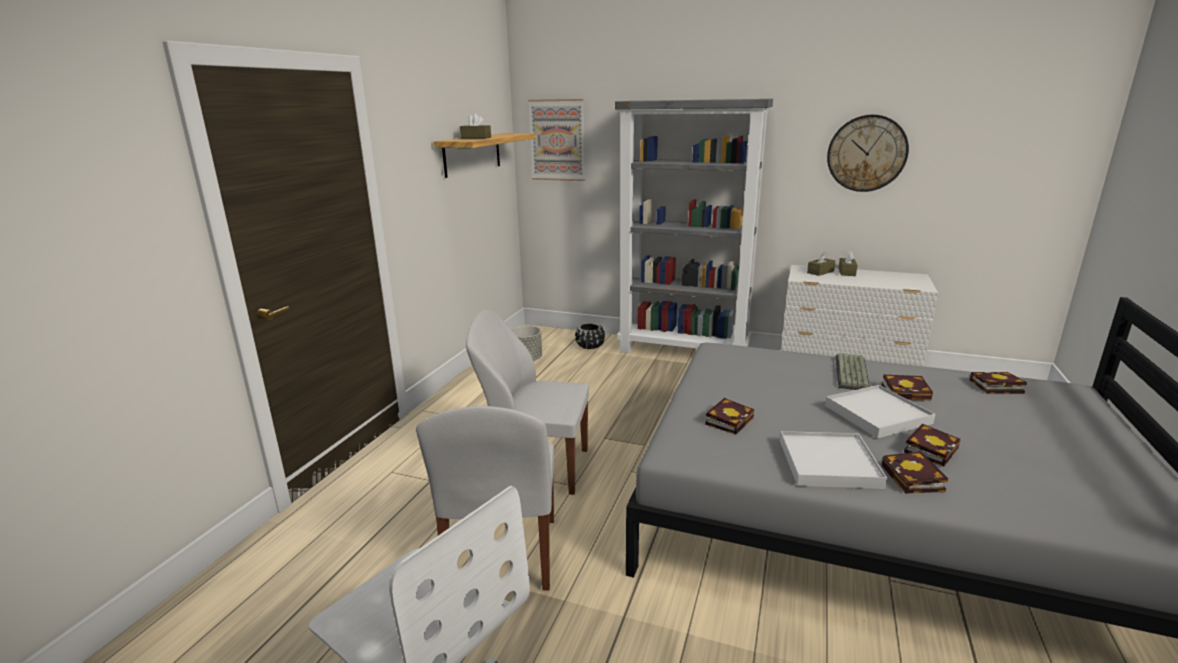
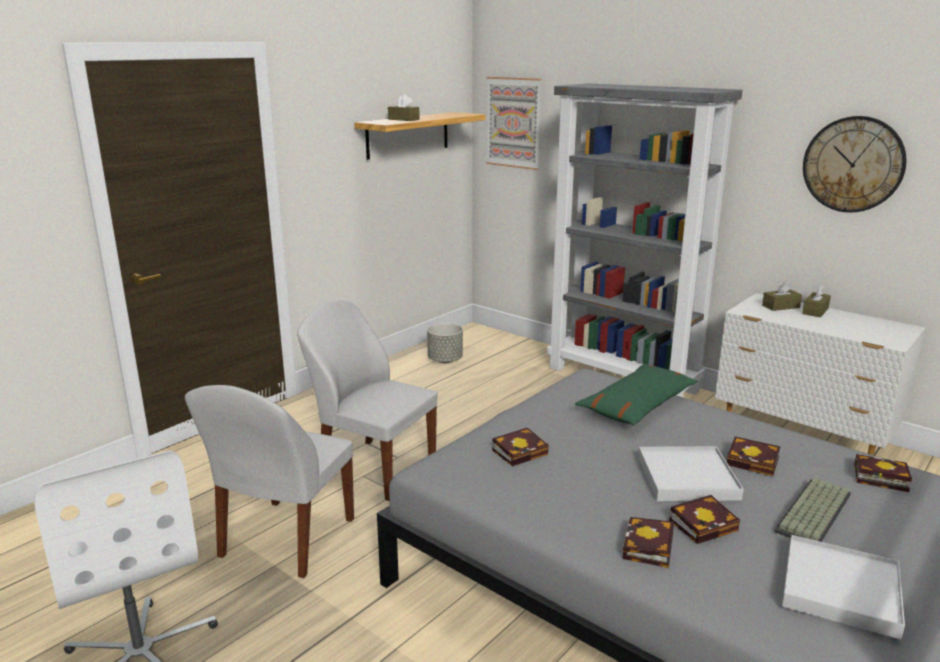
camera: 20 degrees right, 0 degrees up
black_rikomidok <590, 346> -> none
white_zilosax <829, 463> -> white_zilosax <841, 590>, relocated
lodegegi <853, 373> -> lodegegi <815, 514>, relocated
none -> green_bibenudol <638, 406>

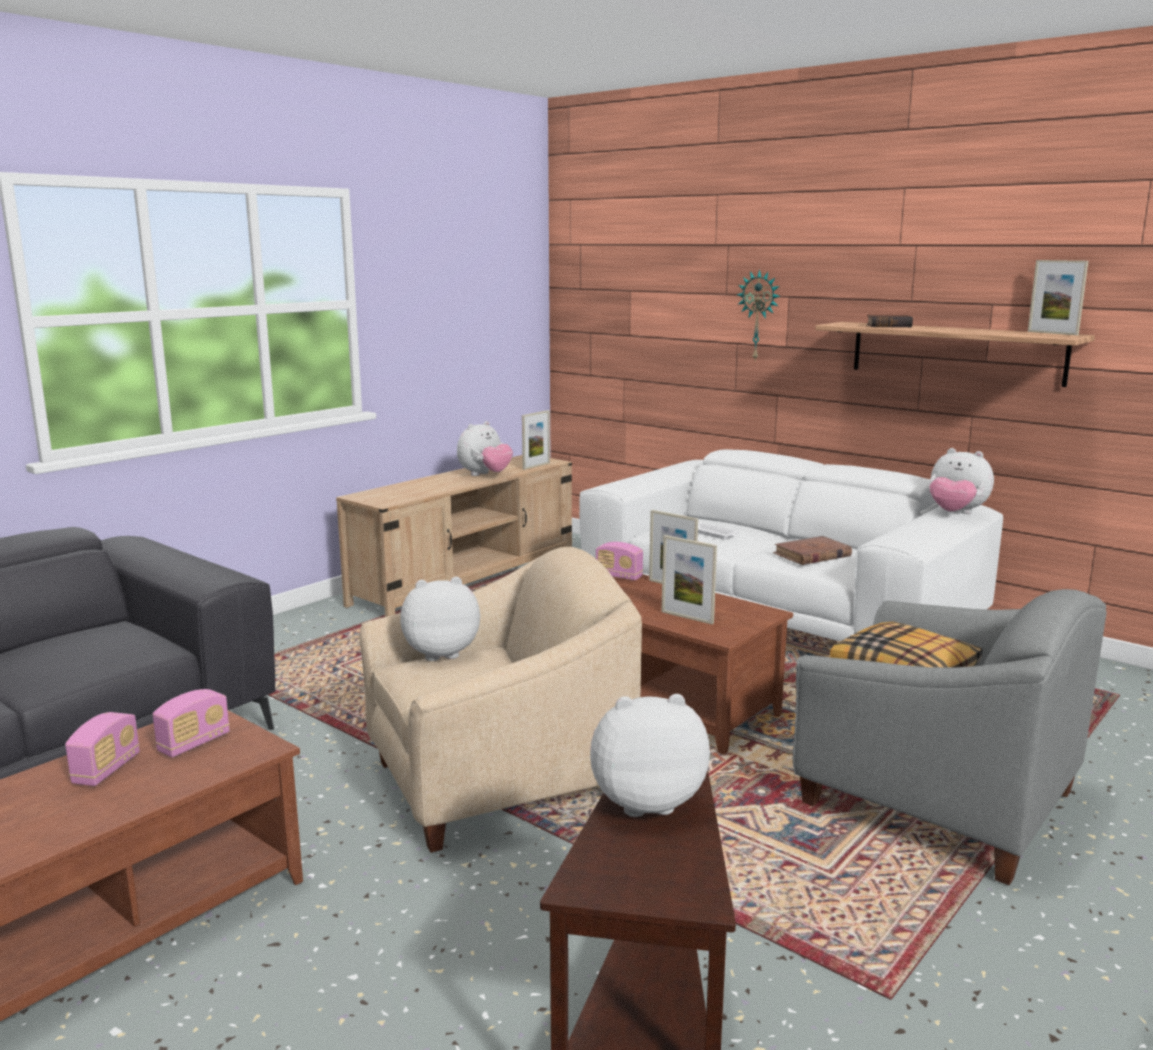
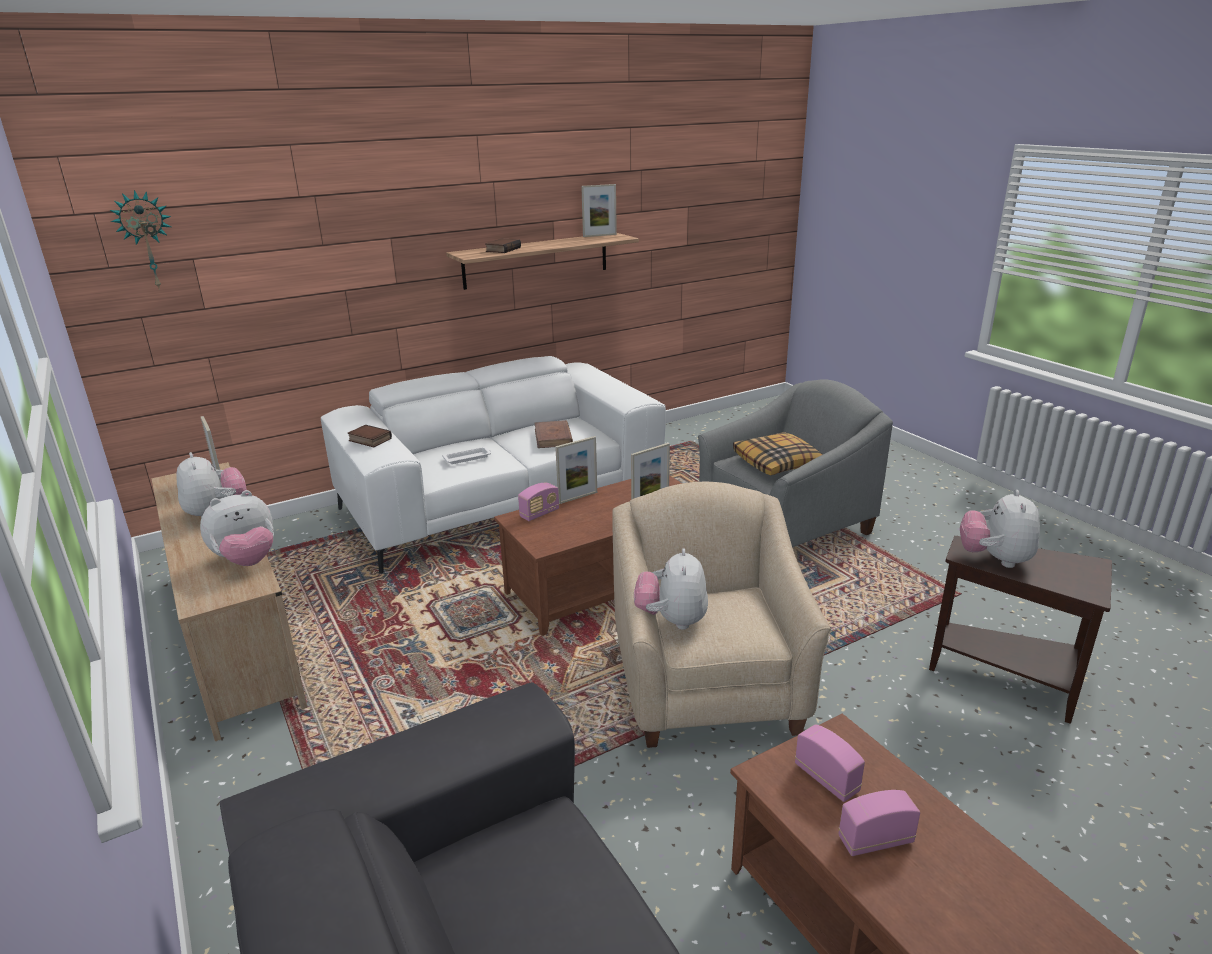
camera: 70 degrees left, 10 degrees up
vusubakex <107, 770> -> vusubakex <875, 840>, 45 degrees counterclockwise
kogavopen <759, 315> -> kogavopen <146, 240>, relocated
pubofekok <955, 513> -> pubofekok <247, 561>, relocated
none -> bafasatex <369, 440>

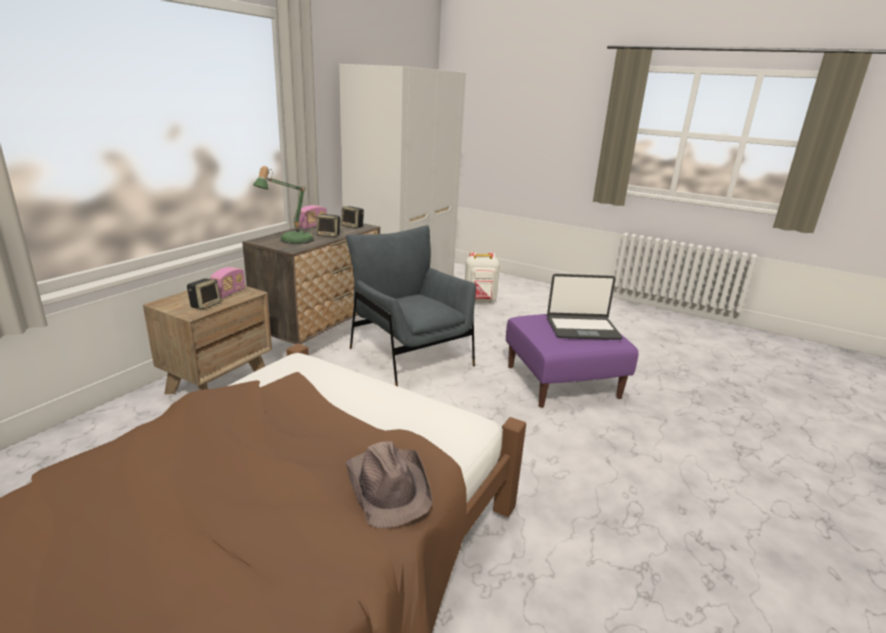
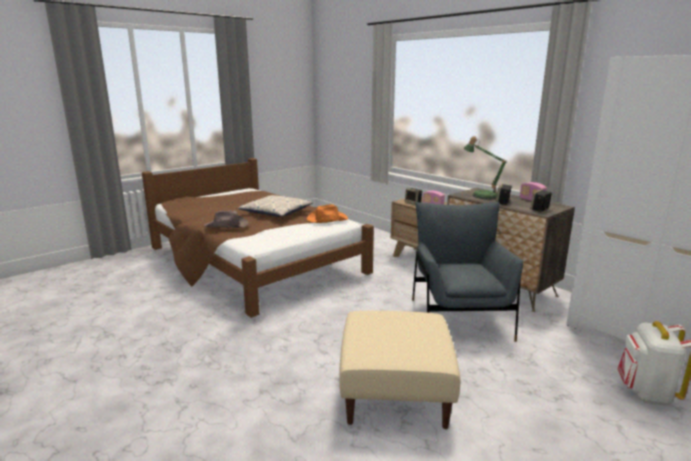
camera: 110 degrees right, 5 degrees down
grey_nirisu <410, 356> -> grey_nirisu <459, 318>, 75 degrees counterclockwise
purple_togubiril <562, 381> -> beige_togubiril <396, 393>
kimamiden <582, 329> -> none
none -> bibenudol <276, 212>
none -> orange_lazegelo <326, 219>

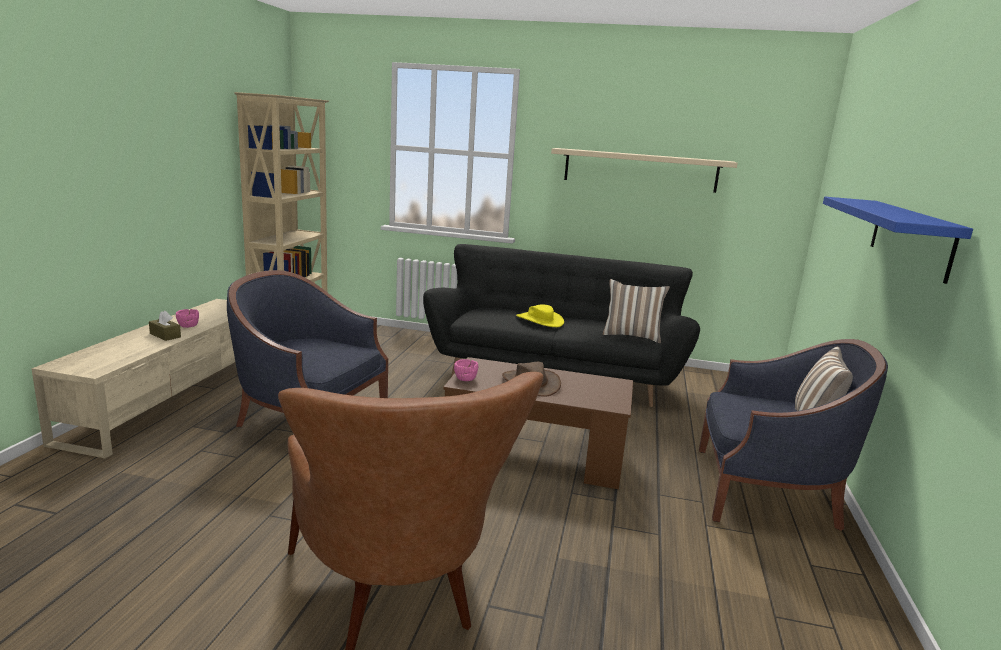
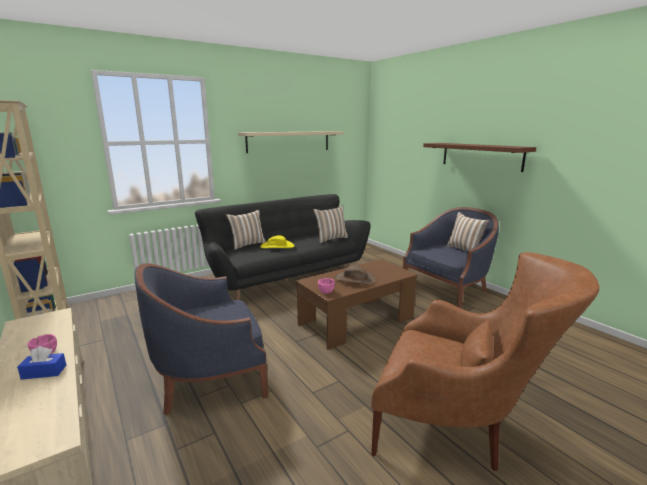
camera: 45 degrees left, 0 degrees up
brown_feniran <165, 335> -> blue_feniran <44, 372>
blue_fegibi <910, 237> -> brown_fegibi <481, 156>
none -> bibenudol <247, 245>

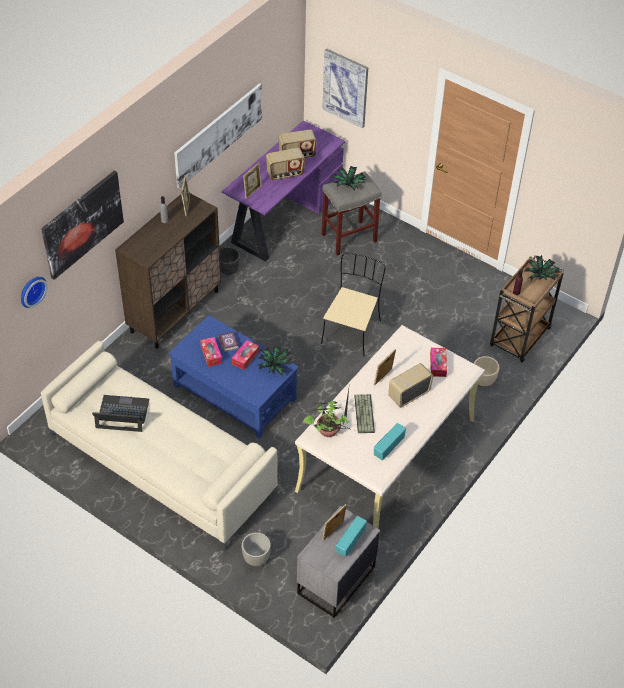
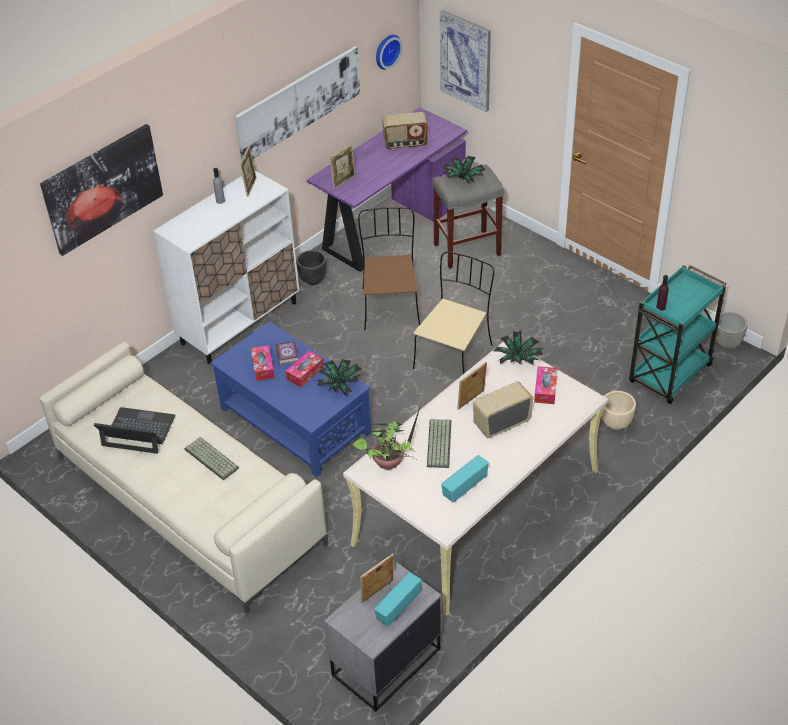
camera: 10 degrees right, 5 degrees down
kogavopen <31, 290> -> kogavopen <386, 51>, relocated
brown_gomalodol <175, 311> -> white_gomalodol <240, 322>
grey_rikomidok <256, 558> -> grey_rikomidok <726, 343>, relocated
vusubakex <285, 174> -> none
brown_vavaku <519, 338> -> turquoise_vavaku <669, 375>
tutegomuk <540, 276> -> tutegomuk <518, 360>, relocated
none -> lodegegi <210, 459>
none -> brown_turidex <390, 306>

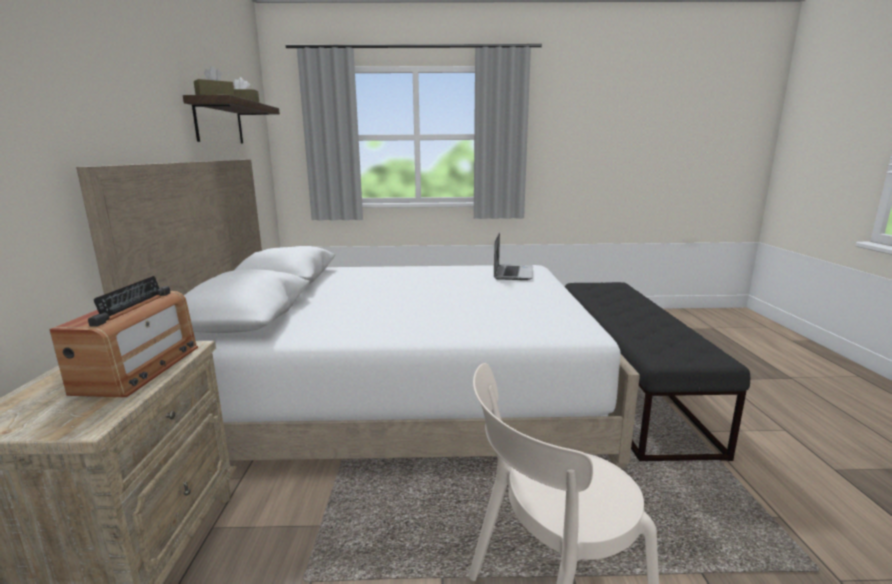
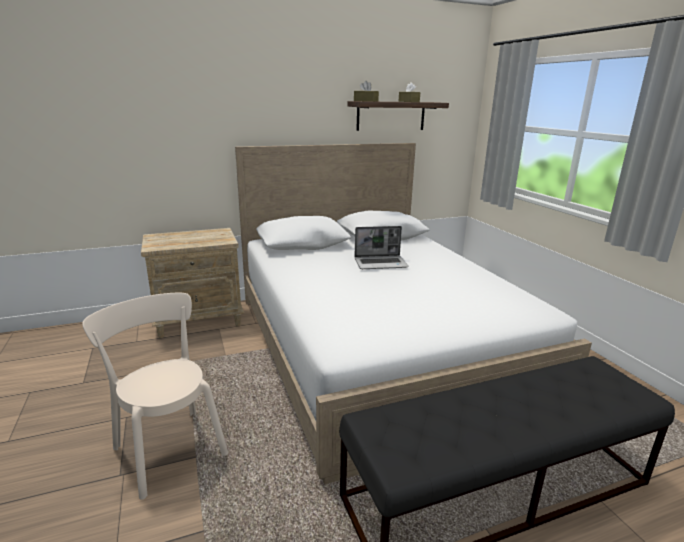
camera: 70 degrees right, 5 degrees up
vusubakex <139, 369> -> none
kimamiden <513, 273> -> kimamiden <381, 263>, relocated

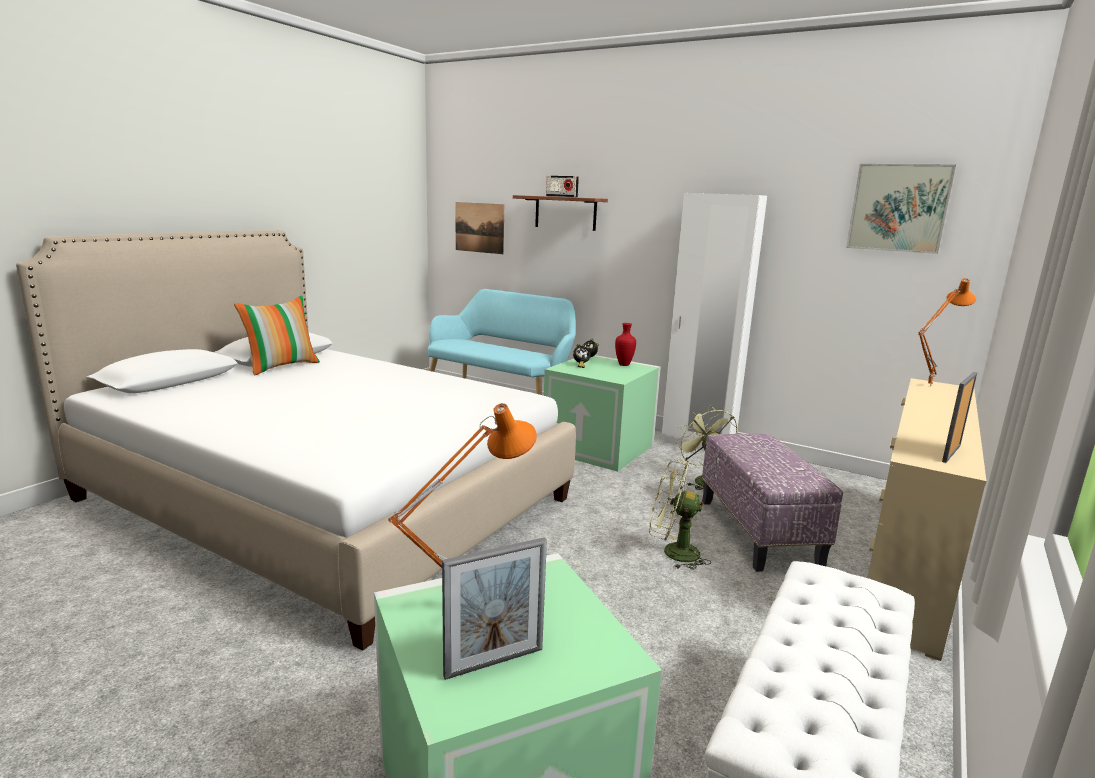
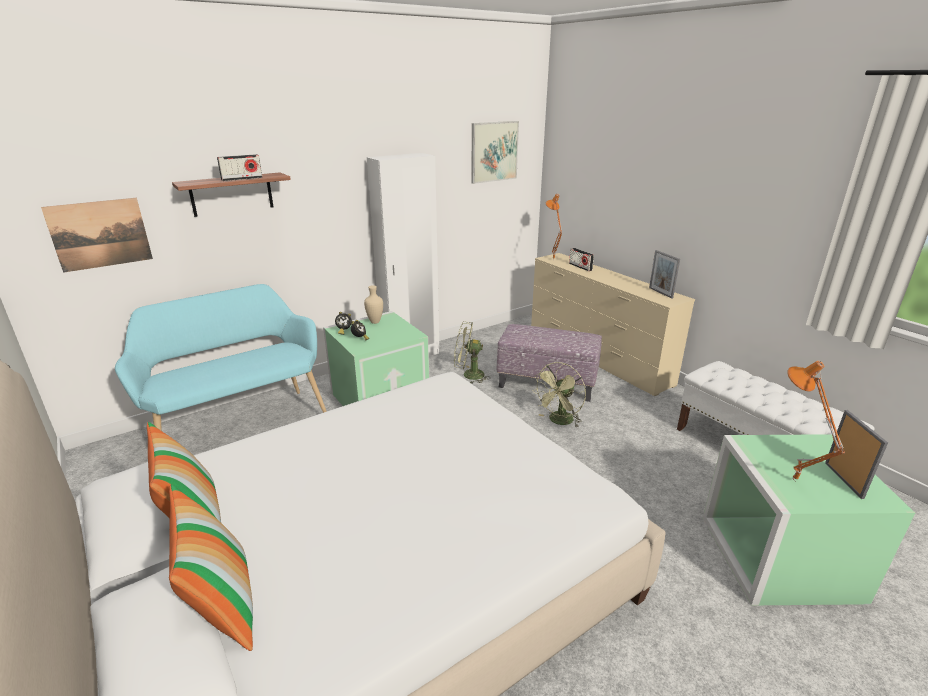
camera: 65 degrees left, 10 degrees up
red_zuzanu <623, 365> -> beige_zuzanu <375, 322>
none -> bibenudol <222, 606>
none -> vusubakex <580, 267>

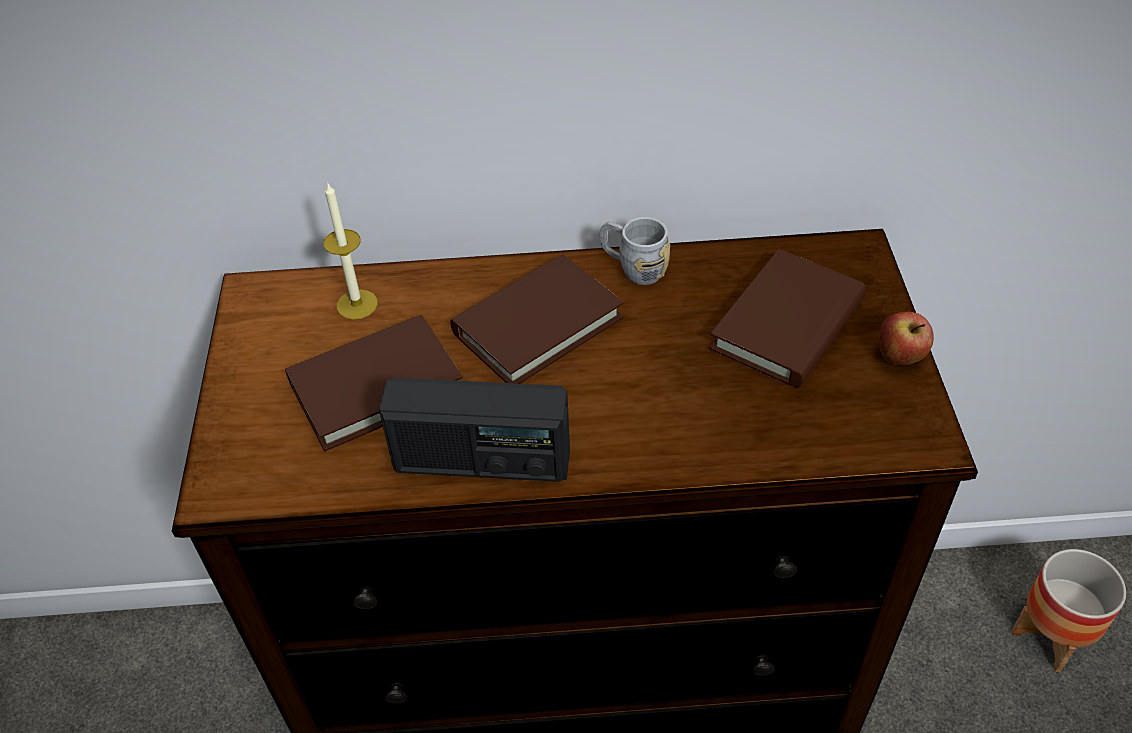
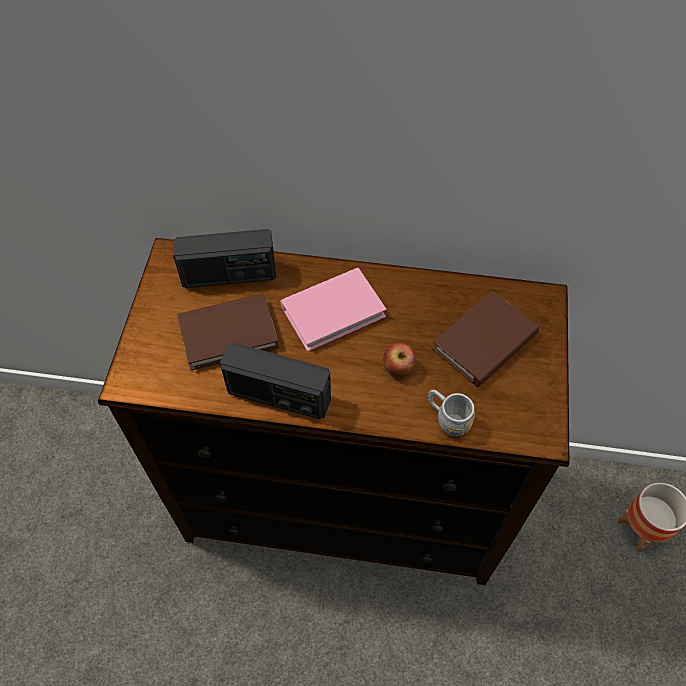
camera: 10 degrees right, 10 degrees up
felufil <357, 304> -> vusubakex <229, 275>
brown_bafasatex <537, 325> -> pink_bafasatex <333, 311>
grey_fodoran <633, 268> -> grey_fodoran <447, 419>, relocated
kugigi <900, 358> -> kugigi <398, 368>, relocated

